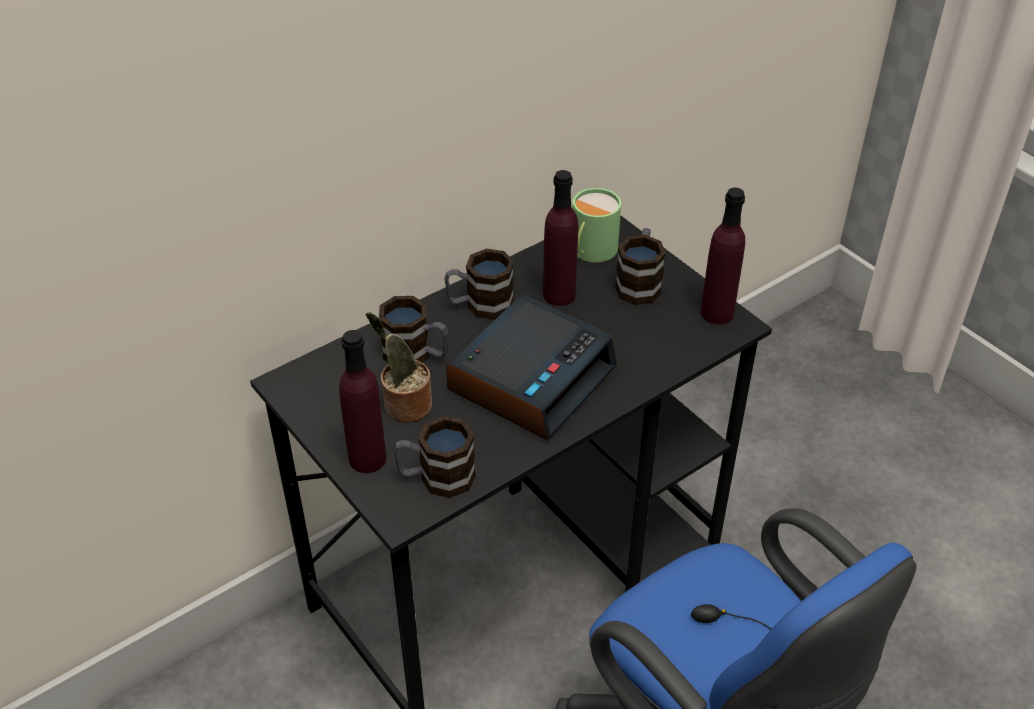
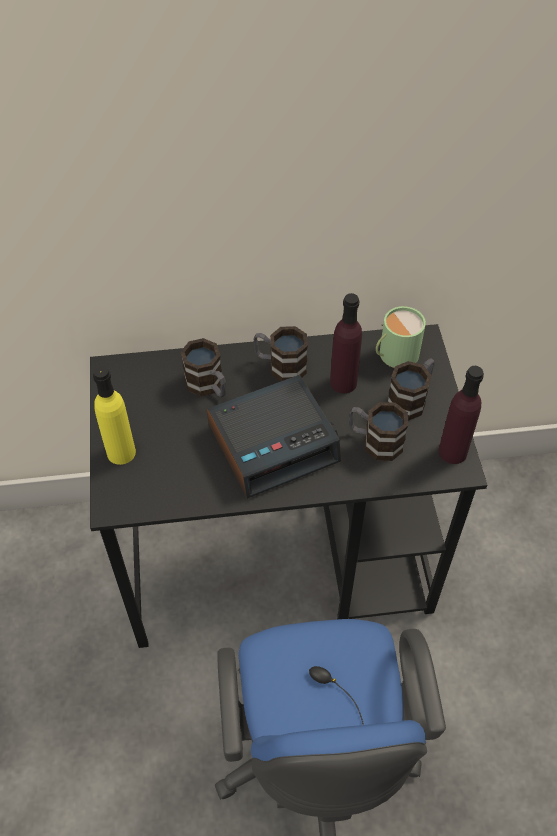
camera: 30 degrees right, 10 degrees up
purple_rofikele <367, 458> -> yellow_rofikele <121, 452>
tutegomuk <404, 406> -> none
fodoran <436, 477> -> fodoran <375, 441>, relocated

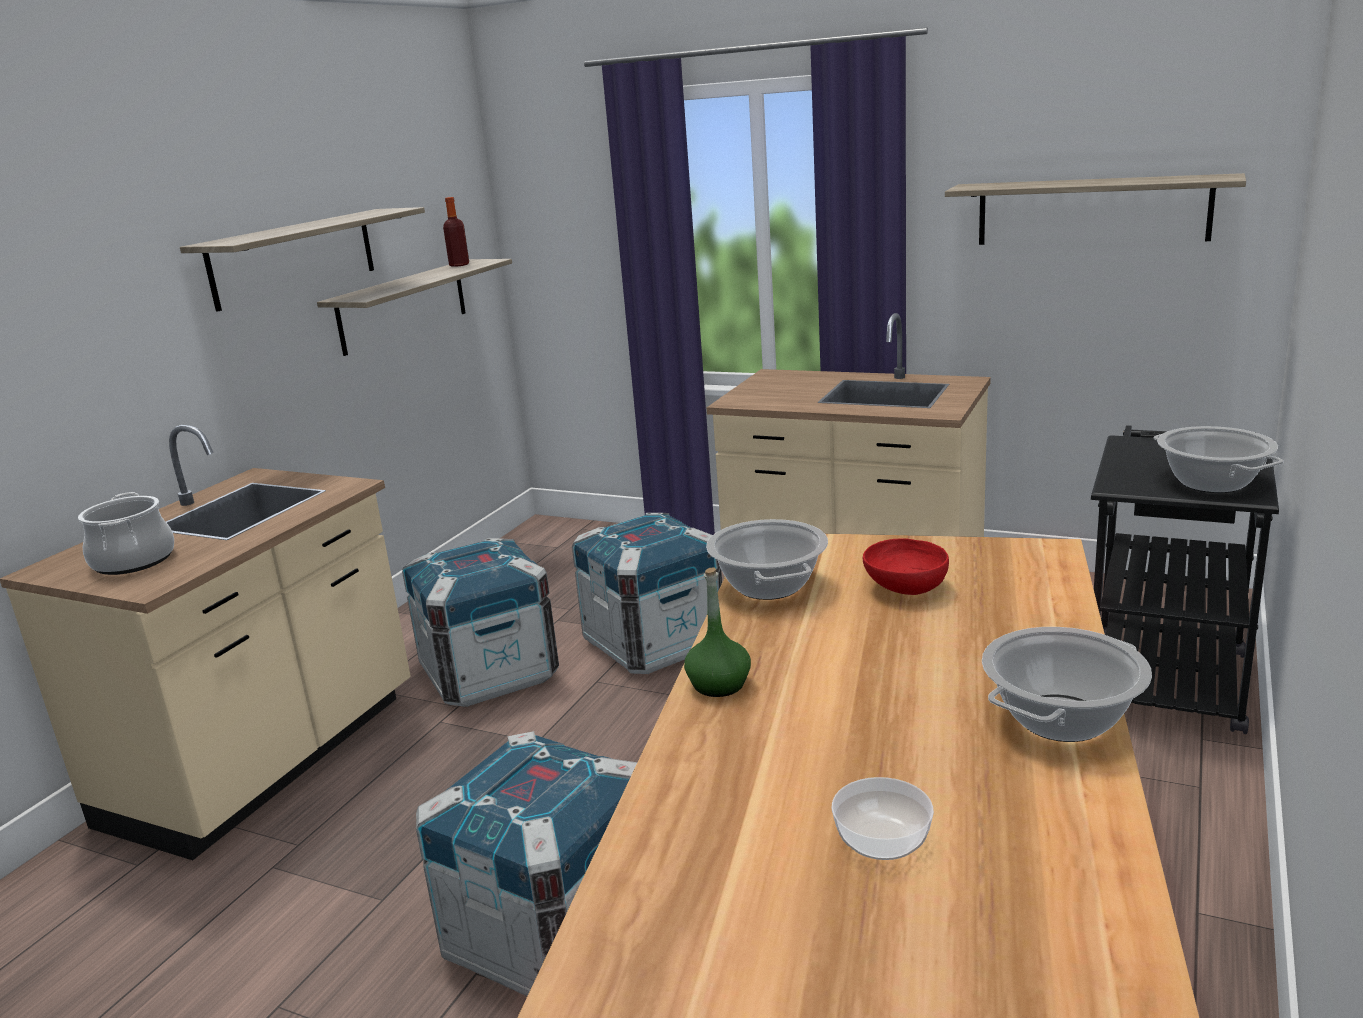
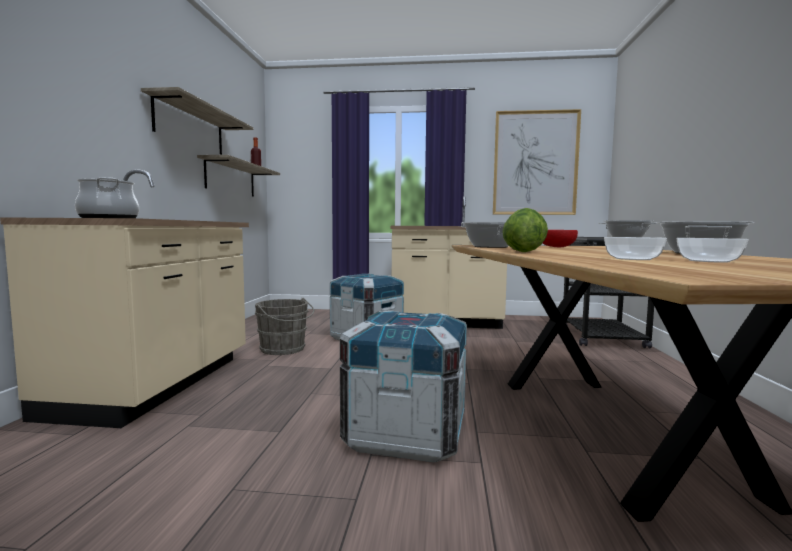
camera: 20 degrees left, 15 degrees down
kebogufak <489, 673> -> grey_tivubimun <284, 349>
green_rofikele <718, 684> -> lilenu <522, 252>
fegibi <1092, 211> -> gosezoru <535, 163>
none -> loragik <632, 259>

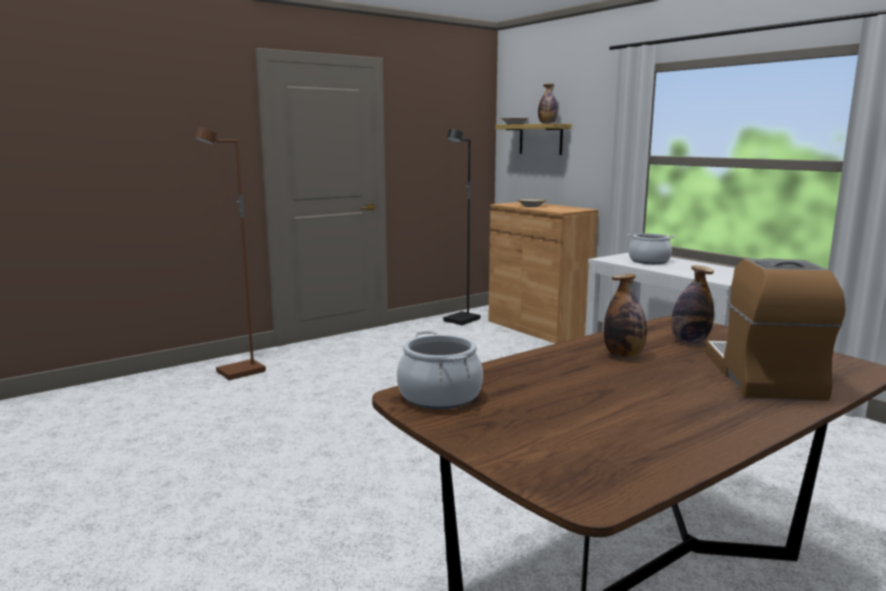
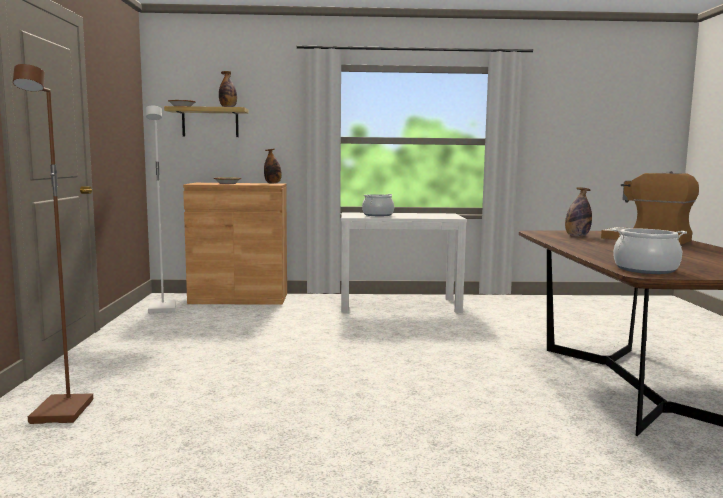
camera: 55 degrees left, 5 degrees down
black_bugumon <462, 320> -> white_bugumon <163, 309>
rofikele <624, 355> -> rofikele <273, 183>, relocated

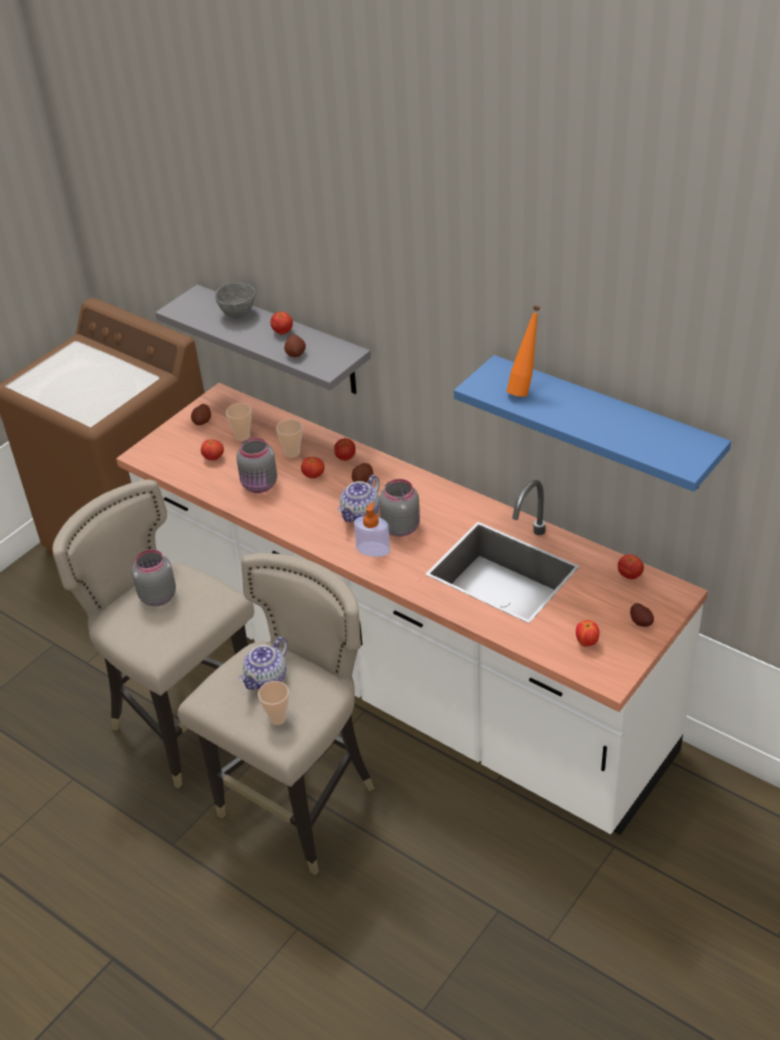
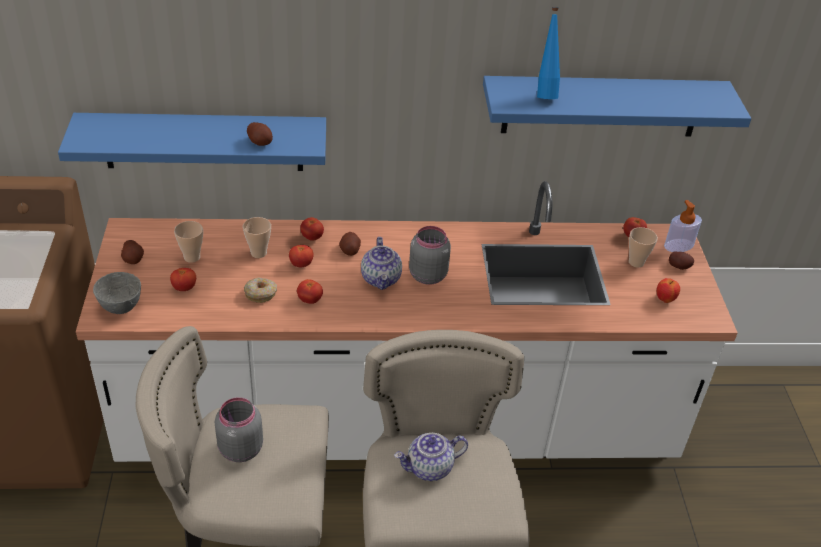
camera: 45 degrees left, 0 degrees up
grey_fegibi <283, 340> -> blue_fegibi <203, 142>
grey_loragik <237, 314> -> grey_loragik <120, 308>, relocated
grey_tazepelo <260, 485> -> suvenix <260, 294>
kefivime <266, 679> -> kefivime <429, 468>, 75 degrees clockwise
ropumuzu <277, 718> -> ropumuzu <636, 262>, relocated
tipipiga <282, 332> -> tipipiga <310, 300>, relocated
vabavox <373, 549> -> vabavox <678, 246>, relocated
orange_rofikele <524, 389> -> blue_rofikele <545, 94>

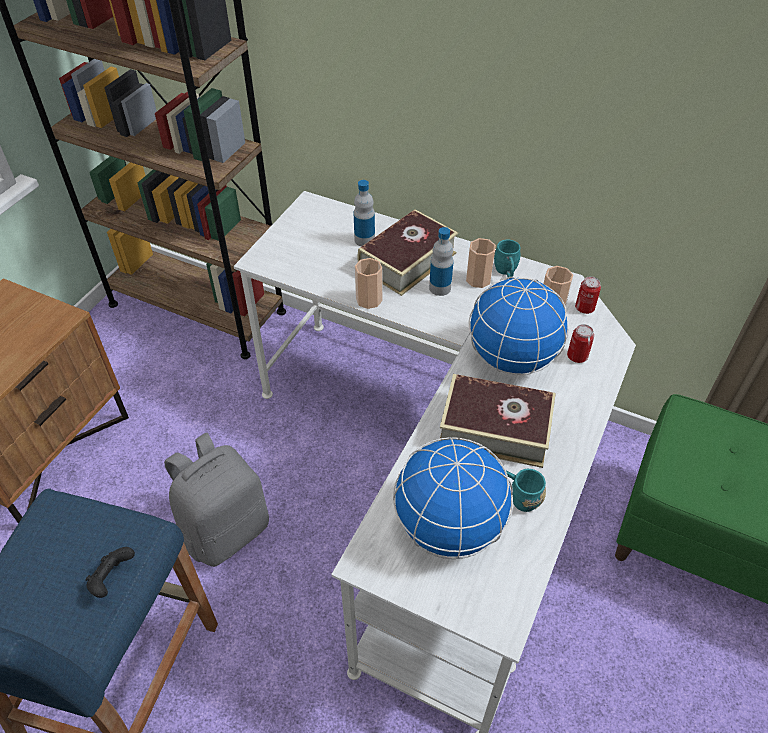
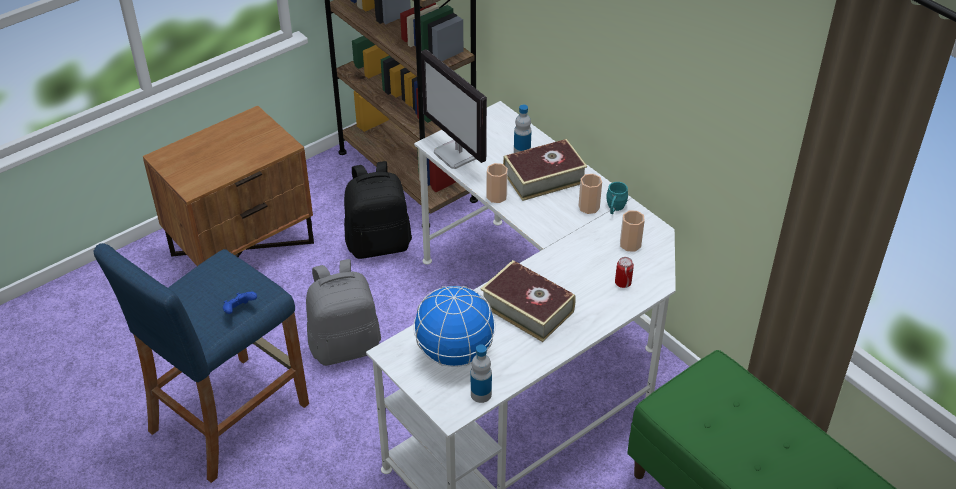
camera: 25 degrees right, 5 degrees down
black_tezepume <112, 579> -> blue_tezepume <239, 310>
rofikele <440, 288> -> rofikele <481, 394>, relocated
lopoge <512, 359> -> none
turquoise_fodoran <517, 497> -> none
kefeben <584, 308> -> none
none -> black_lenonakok <379, 243>
none -> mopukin <458, 154>

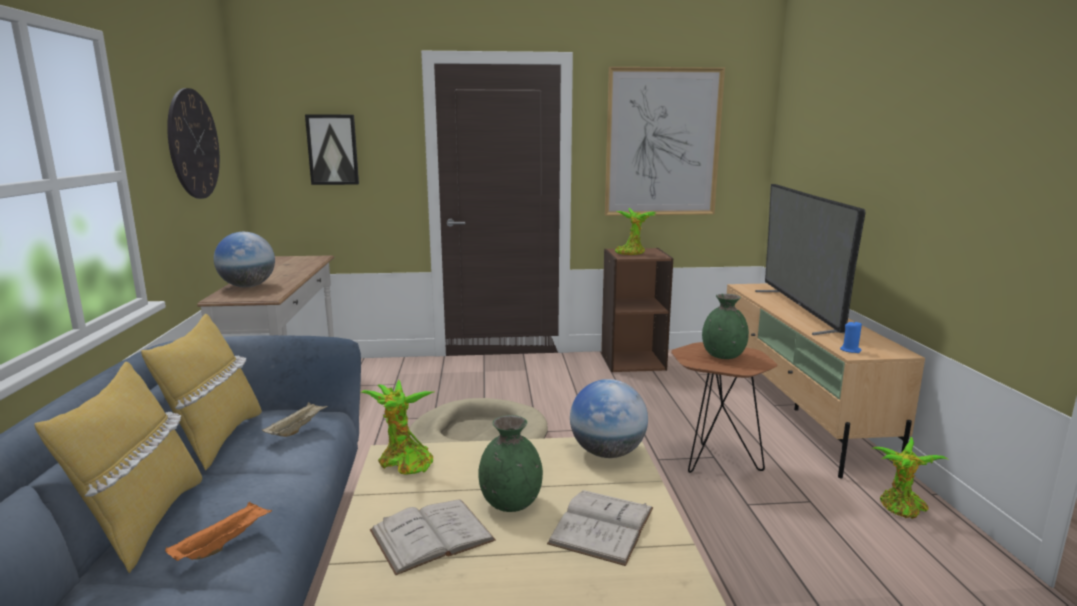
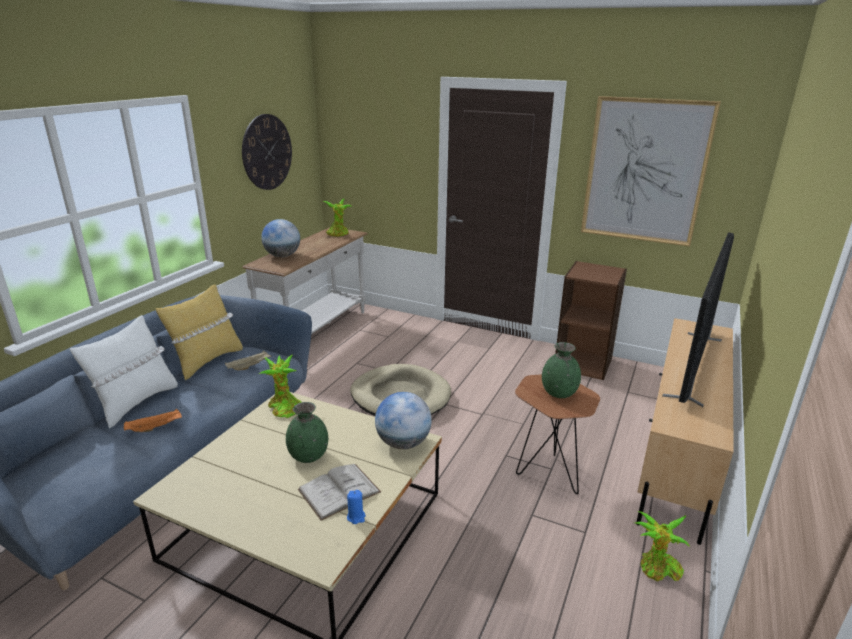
camera: 30 degrees right, 10 degrees up
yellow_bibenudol <143, 523> -> white_bibenudol <136, 403>
gosezoru <333, 149> -> none
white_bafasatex <431, 535> -> none
tutegomuk <632, 253> -> tutegomuk <338, 234>, relocated
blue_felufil <850, 350> -> blue_felufil <356, 517>, relocated

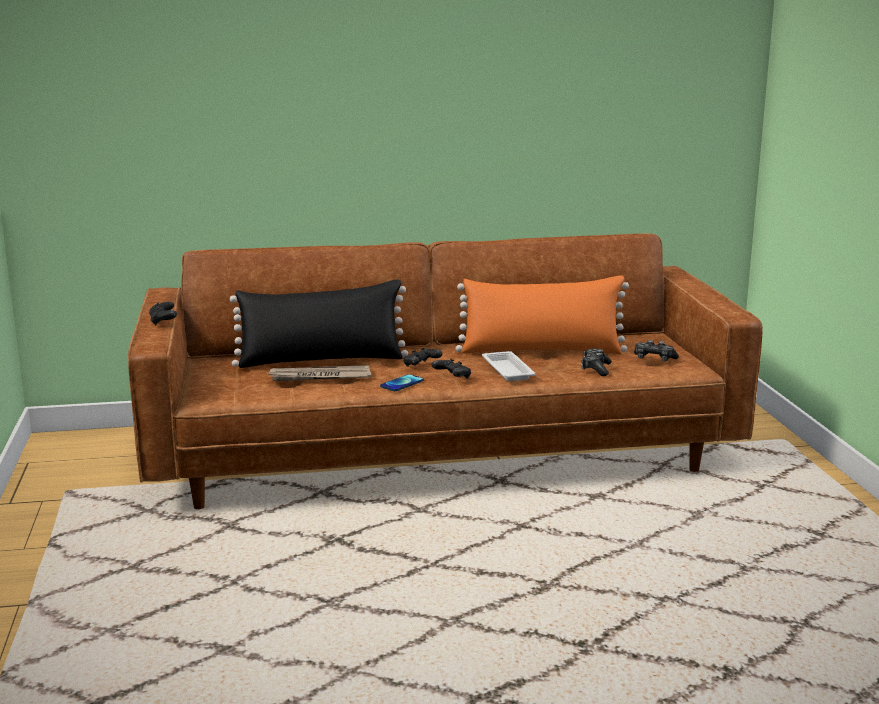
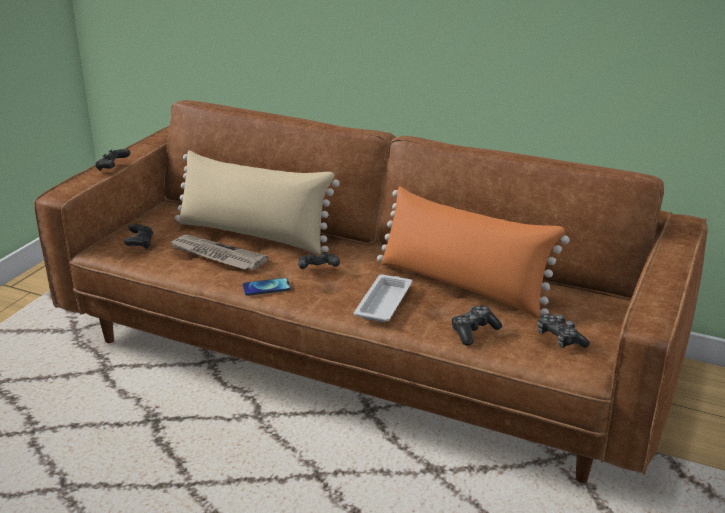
camera: 35 degrees right, 10 degrees up
black_bibenudol <321, 360> -> beige_bibenudol <253, 234>
black_tezepume <452, 377> -> black_tezepume <140, 244>, relocated

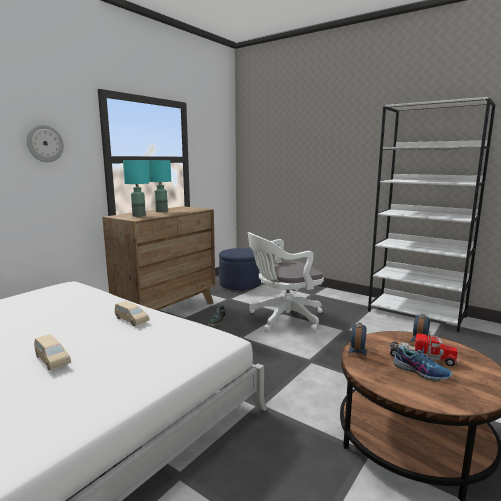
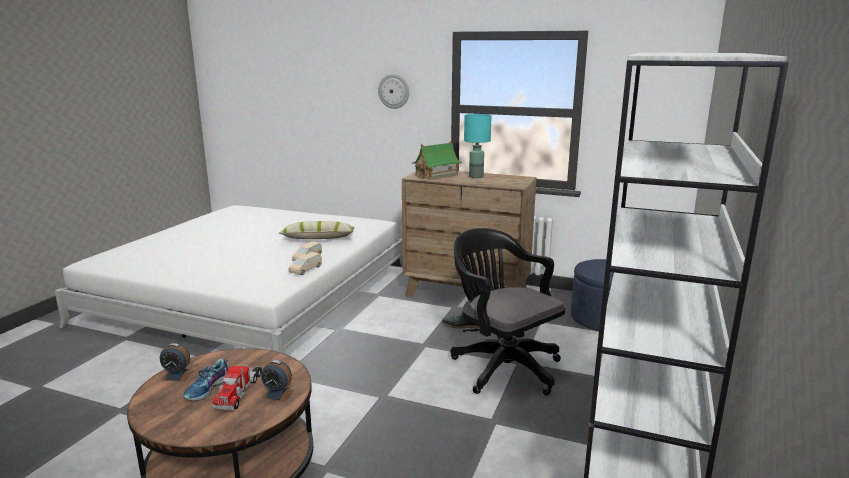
camera: 75 degrees right, 5 degrees up
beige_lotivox <52, 360> -> beige_lotivox <306, 270>, relocated
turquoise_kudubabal <139, 216> -> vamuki <436, 175>
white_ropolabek <283, 318> -> black_ropolabek <502, 366>
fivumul <357, 352> -> fivumul <177, 375>, relocated
none -> bibenudol <318, 238>

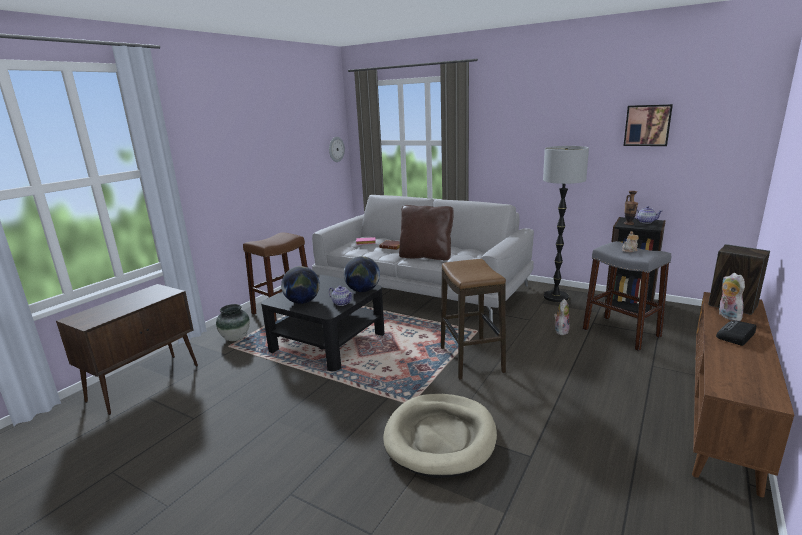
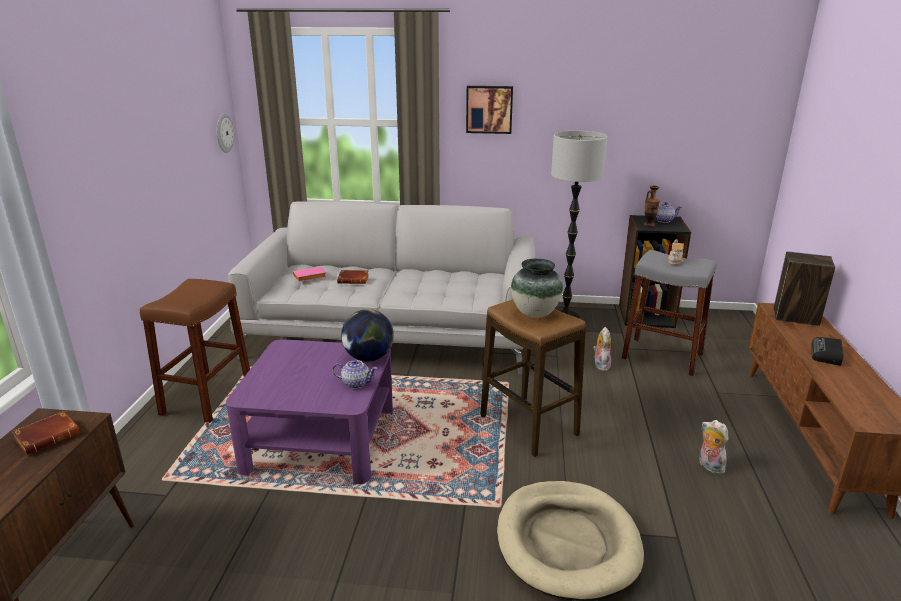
camera: 25 degrees left, 5 degrees up
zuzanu <236, 338> -> zuzanu <535, 313>, relocated
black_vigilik <328, 342> -> purple_vigilik <321, 438>
lopoge <302, 302> -> none
brown_bibenudol <426, 256> -> none
gosezoru <647, 125> -> gosezoru <489, 109>, relocated
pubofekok <727, 316> -> pubofekok <709, 466>, relocated
none -> brown_bafasatex <48, 436>

